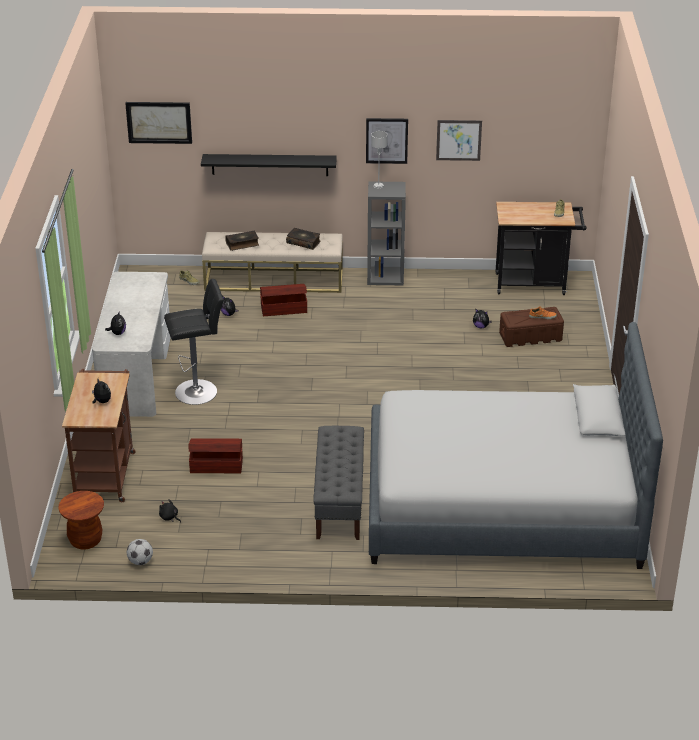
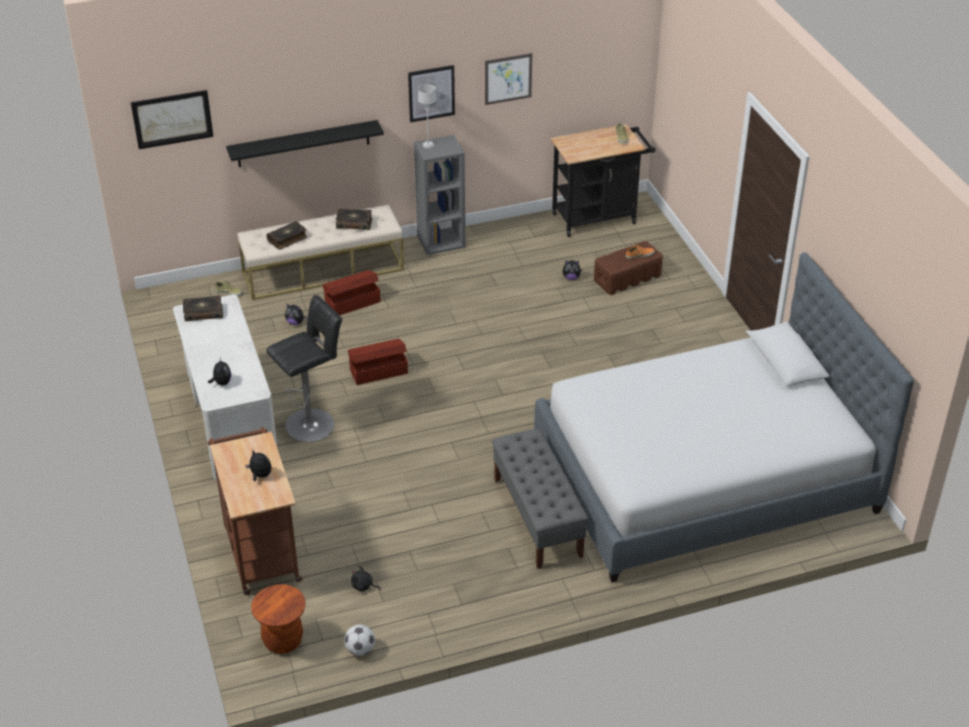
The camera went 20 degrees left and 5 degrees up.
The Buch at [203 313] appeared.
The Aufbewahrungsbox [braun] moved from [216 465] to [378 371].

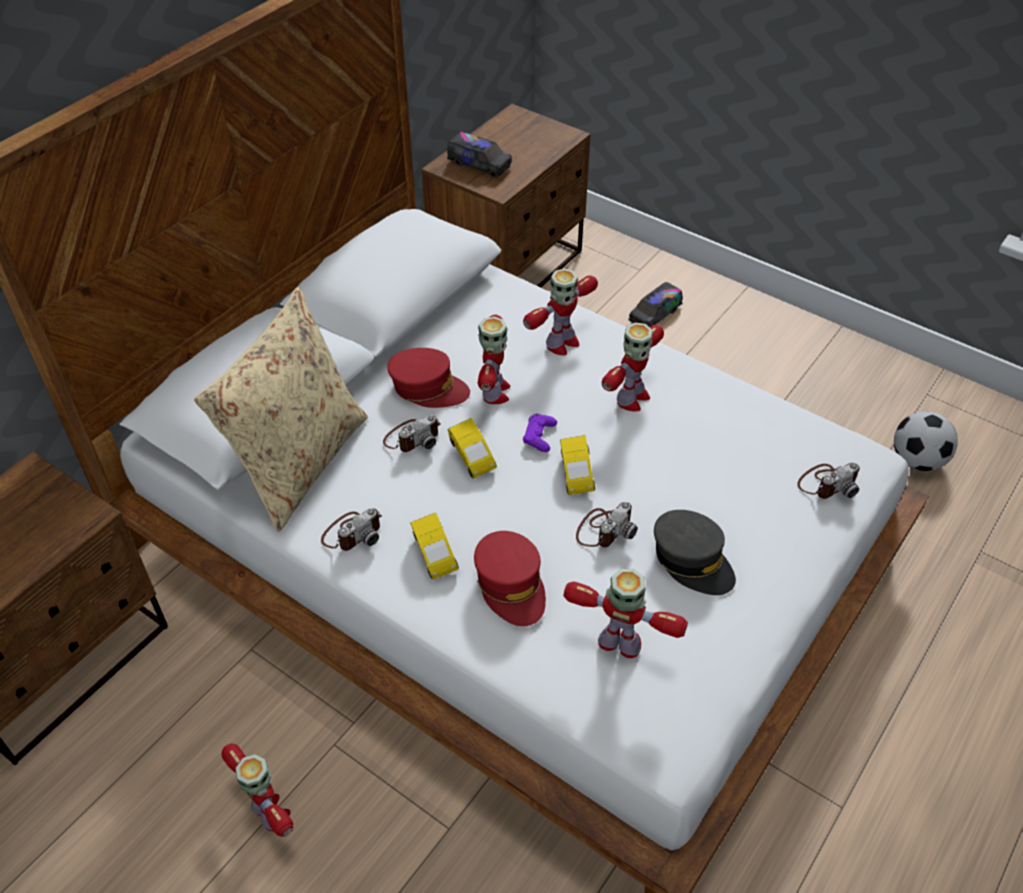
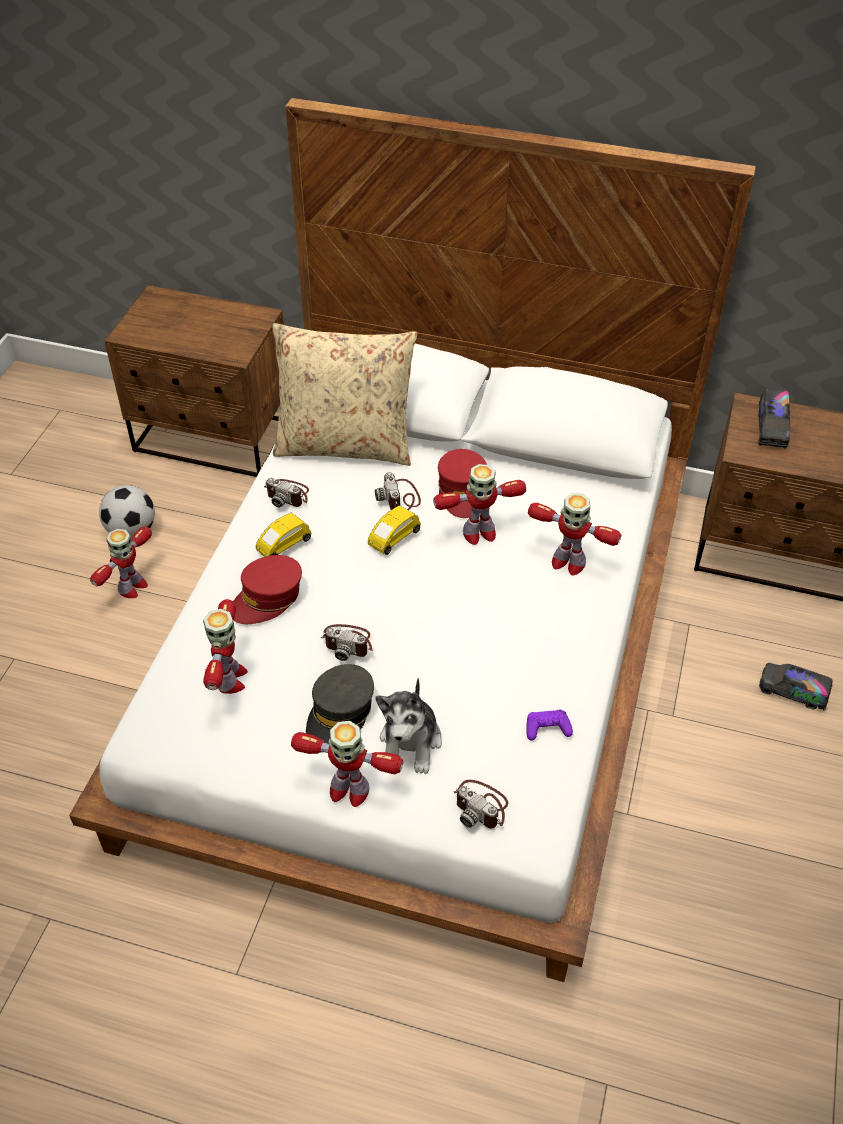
The camera went 70 degrees right and 0 degrees up.
The Spielzeugauto [gelb] at [575 474] disappeared.
The Plüschtier at [411 742] appeared.
The Gamepad [lila] moved from [539 436] to [547 728].
The Spielzeugroboter moved from [631 399] to [348 790].
The Fußball moved from [917 460] to [131 531].
The Kamera at [412 437] turned 45 degrees clockwise.

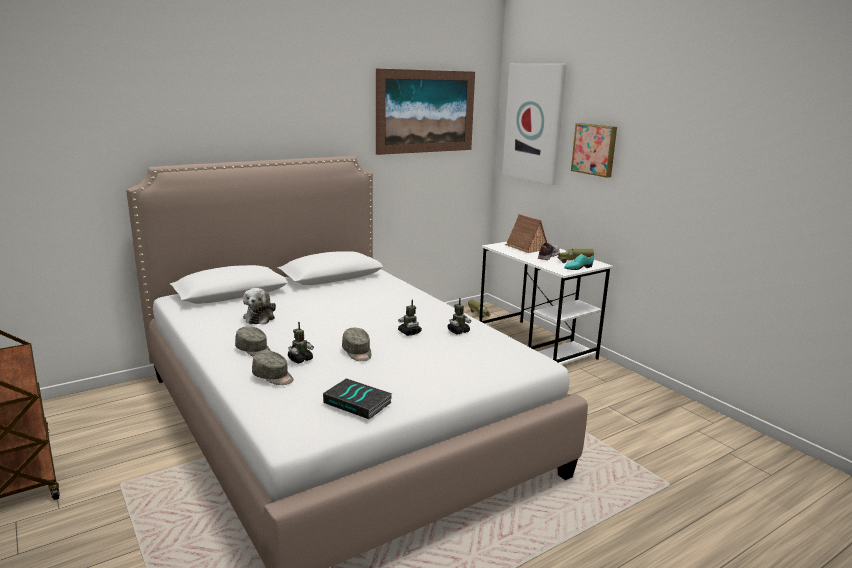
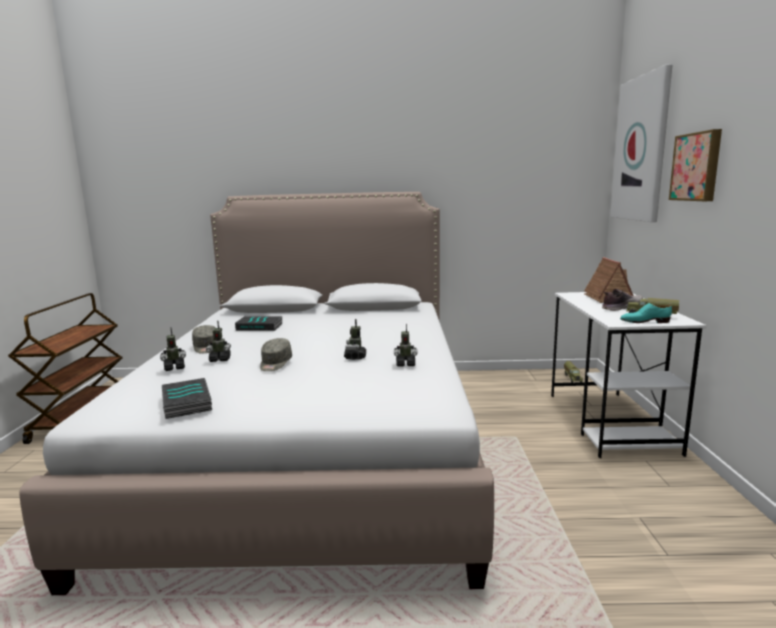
The camera went 35 degrees right and 5 degrees down.
The Bild at [426 111] disappeared.
The Plüschtier at [260 317] was replaced by the Buch at [260 327].
The Kappe [grau] at [273 377] was replaced by the Spielzeugroboter at [174 368].

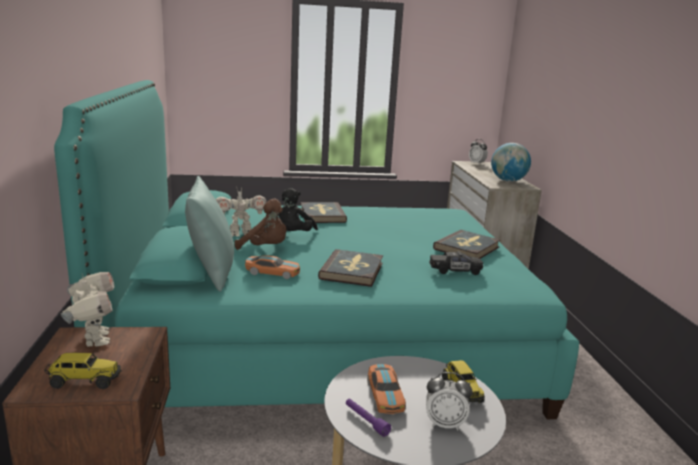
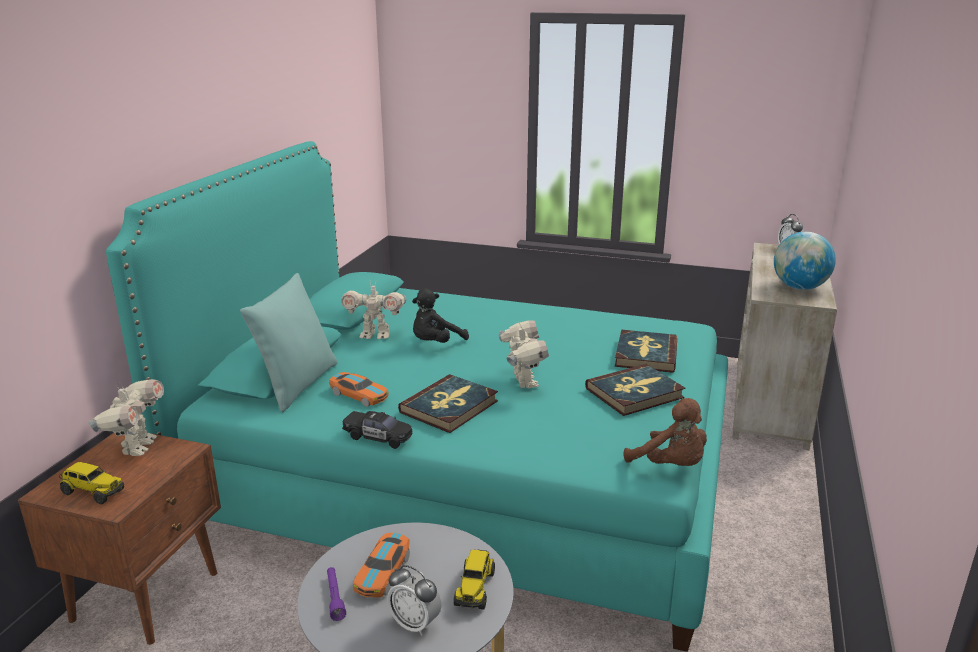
The camera went 25 degrees right and 5 degrees up.
The Spielzeugroboter at [523 382] appeared.
The Plüschtier [braun] moved from [265 248] to [670 465].
The Buch moved from [322 215] to [645 354].
The Spielzeugauto [schwarz] moved from [455 270] to [378 437].

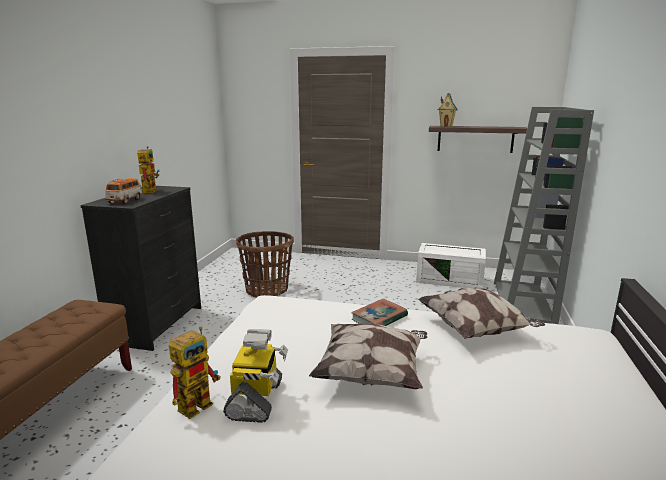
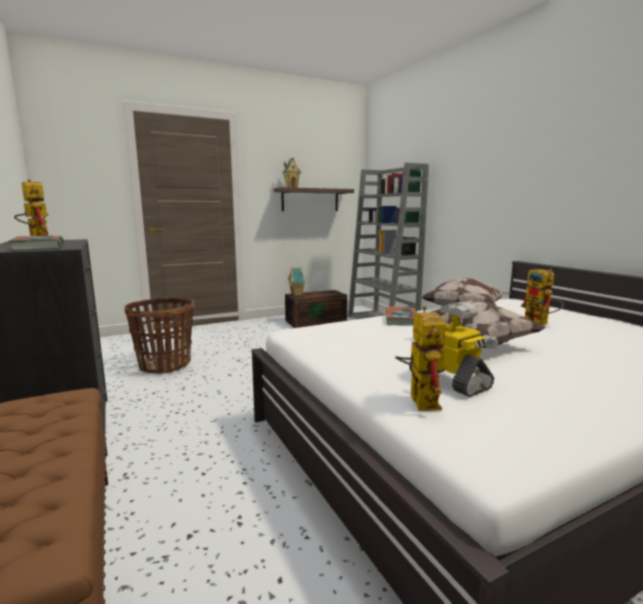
The camera went 40 degrees left and 5 degrees down.
The Spielzeughaus at [297 294] appeared.
The Spielzeugroboter at [540 323] appeared.
The Spielzeugauto at [125 201] was replaced by the Buch at [39 247].
The Aufbewahrungsbox [weiß] at [450 279] became the Aufbewahrungsbox [braun] at [316 321].

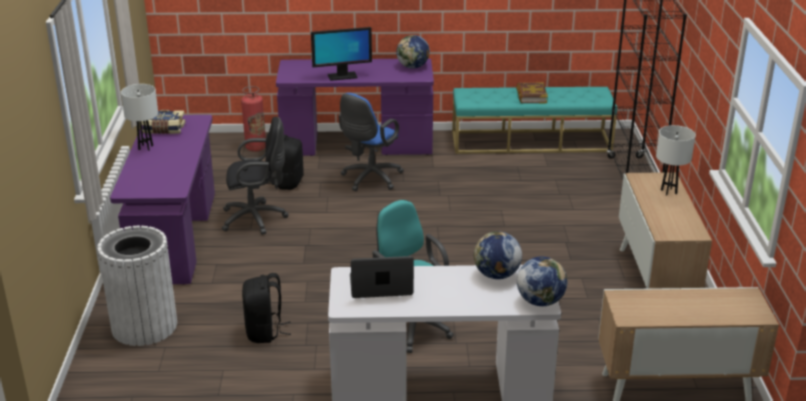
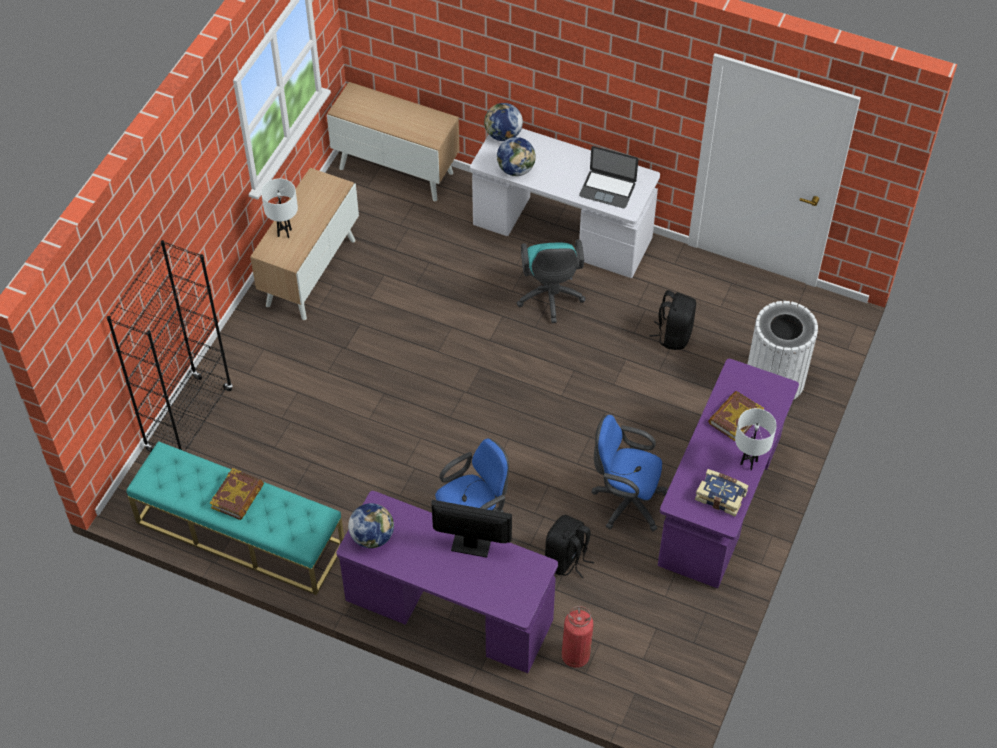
The camera went 155 degrees left and 25 degrees up.
The Buch at [735 418] appeared.
The Bürostuhl [schwarz] at [257 219] became the Bürostuhl [blau] at [625 501].

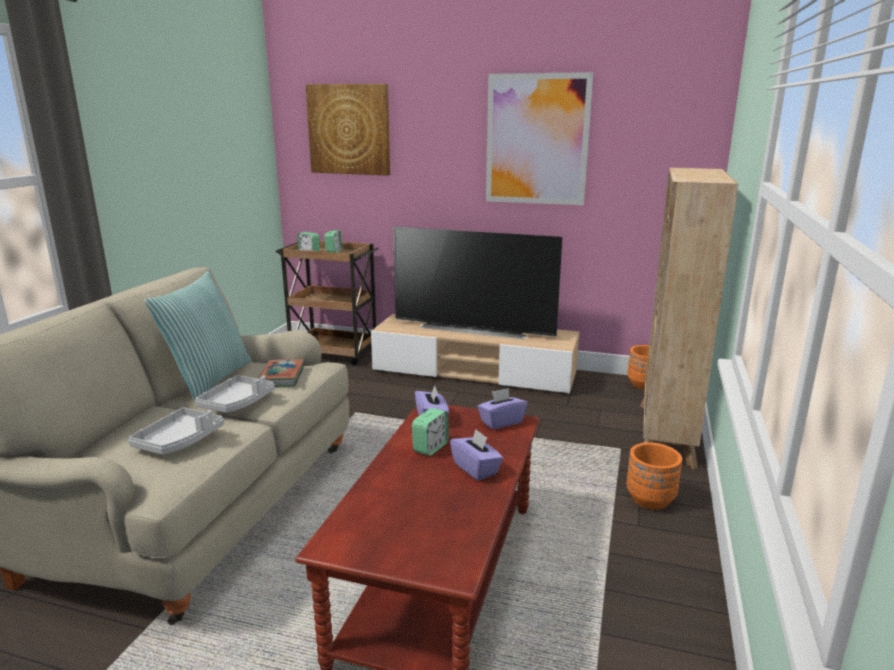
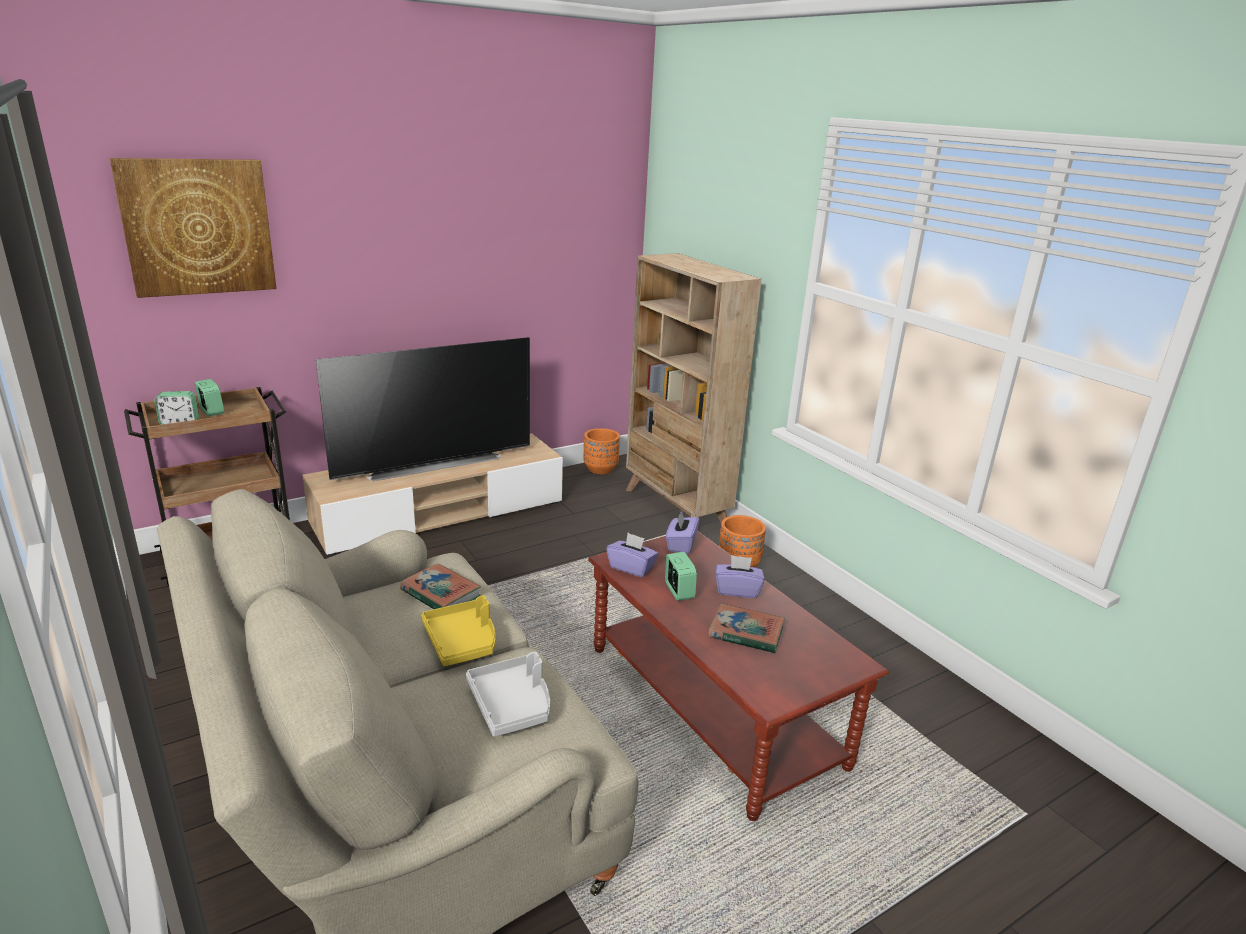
The camera went 50 degrees left and 5 degrees up.
The Kissen at [209 380] disappeared.
The Bild at [537 140] disappeared.
The Buch at [746 632] appeared.
The Tablett [grau] at [237 403] became the Tablett [gelb] at [462 641].

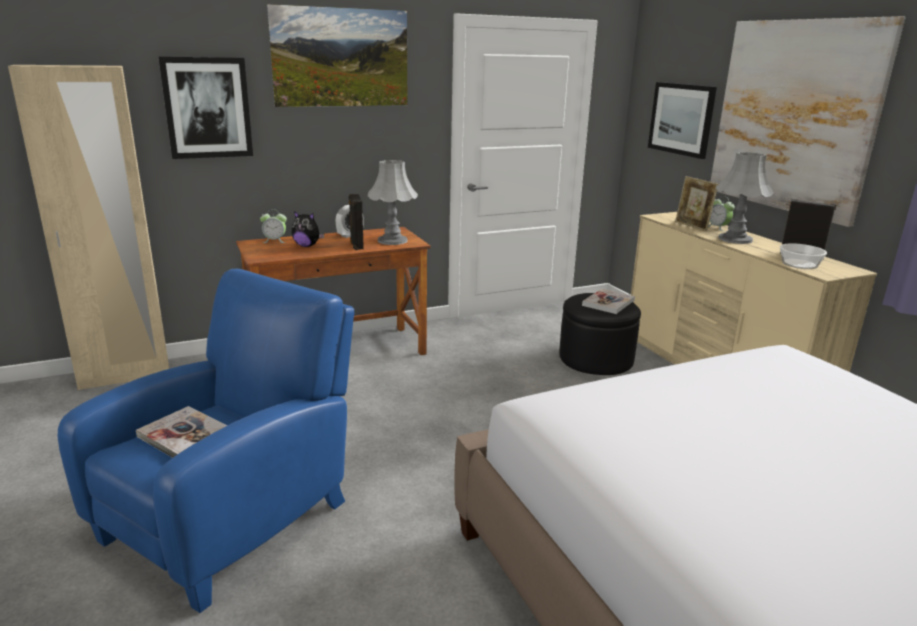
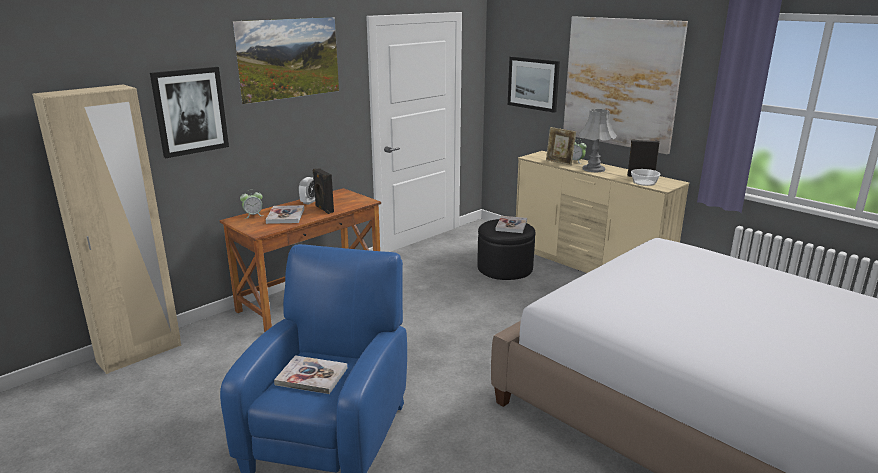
The camera went 20 degrees left and 0 degrees up.
The Tischlampe [grau] at [393 240] disappeared.
The Plüschtier at [307 246] was replaced by the Buch at [285 216].

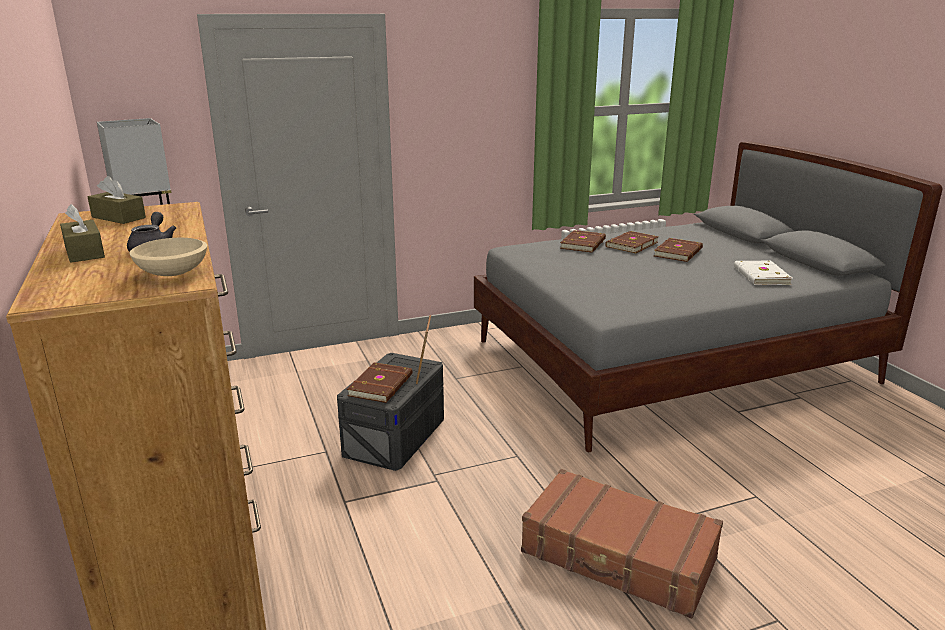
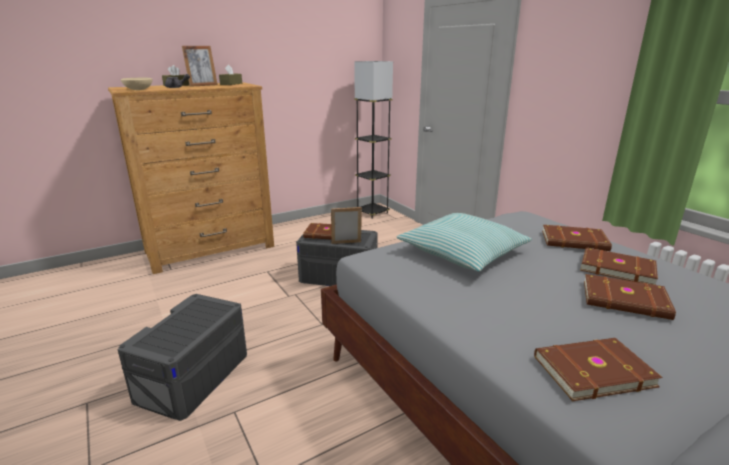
The camera went 80 degrees right and 0 degrees up.
The Bilderrahmen at [202 85] appeared.
The Kissen at [463 252] appeared.
The Koffer [braun] at [618 556] was replaced by the Aufbewahrungsbox [grau] at [194 376].
The Buch [weiß] at [760 276] became the Buch [braun] at [591 370].

